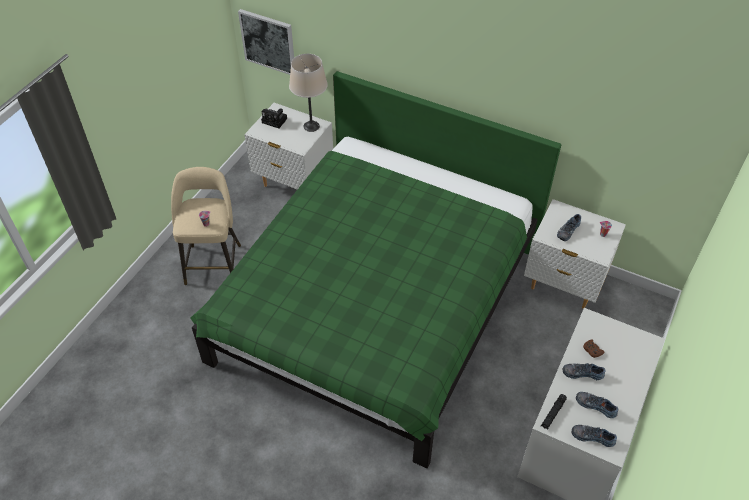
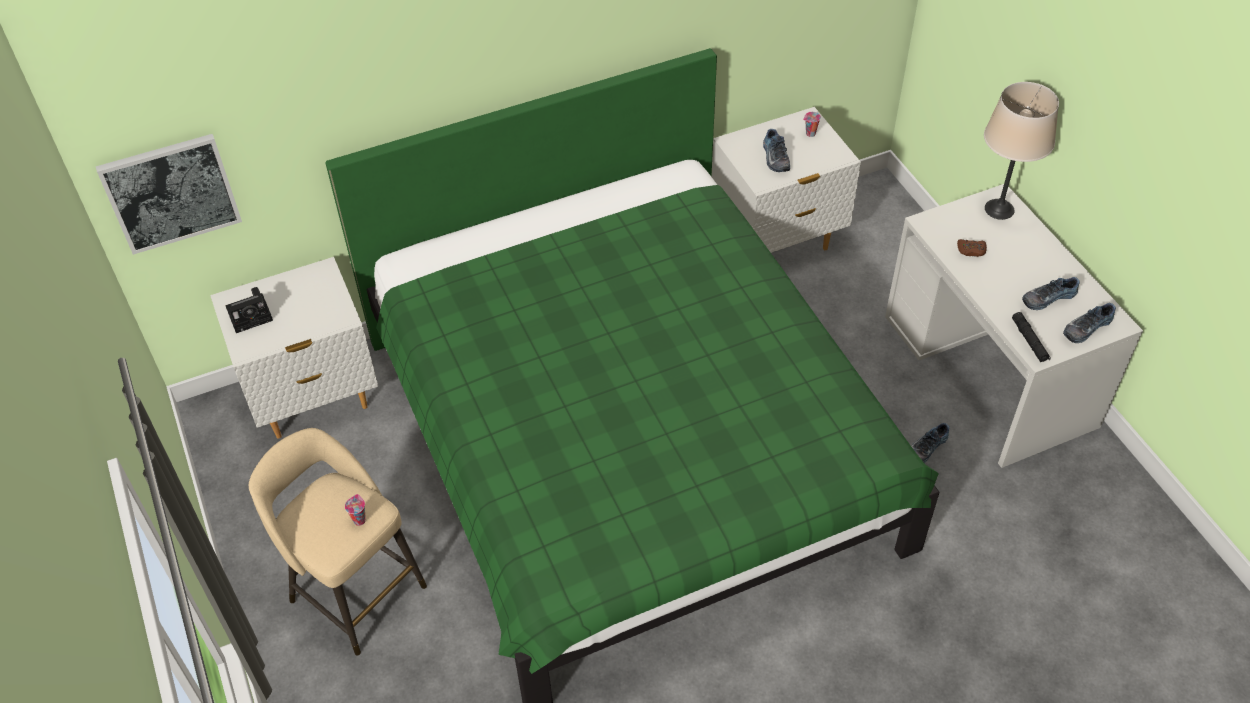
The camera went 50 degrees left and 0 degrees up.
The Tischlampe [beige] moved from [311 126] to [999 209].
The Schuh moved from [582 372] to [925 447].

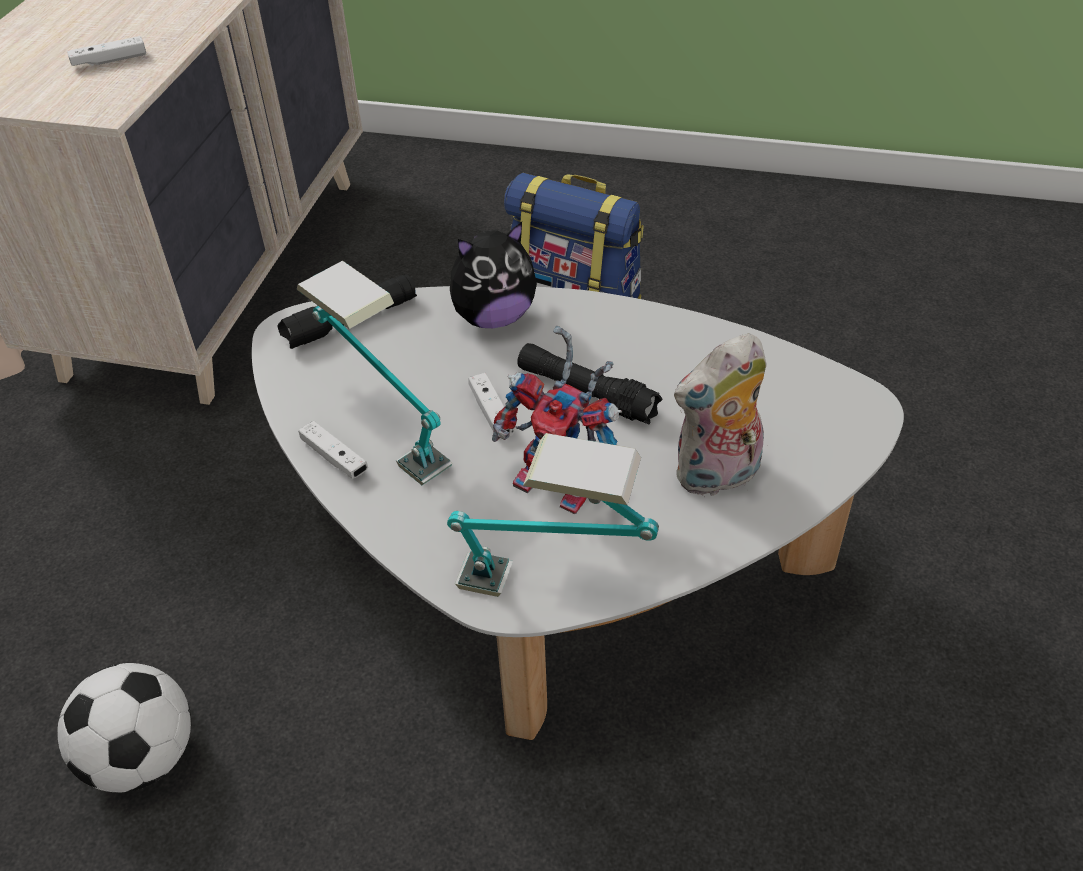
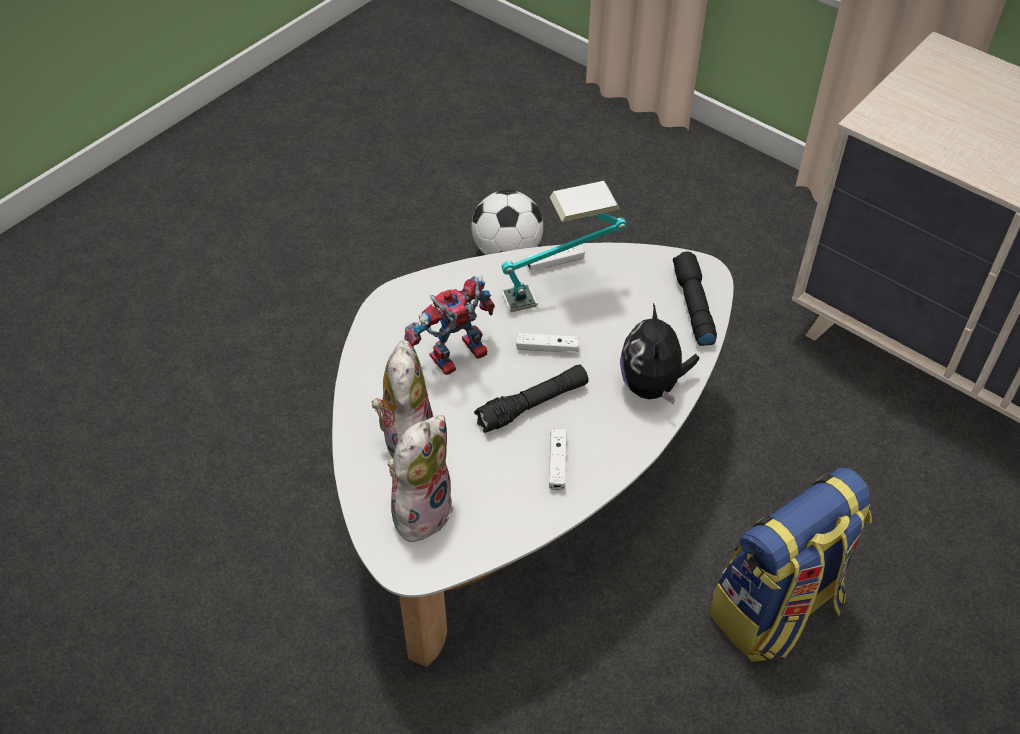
The camera went 115 degrees right and 5 degrees up.
The Tischlampe at [552 590] disappeared.
The Plüschtier at [421 509] appeared.
The Gamepad [weiß] moved from [110 61] to [557 463].

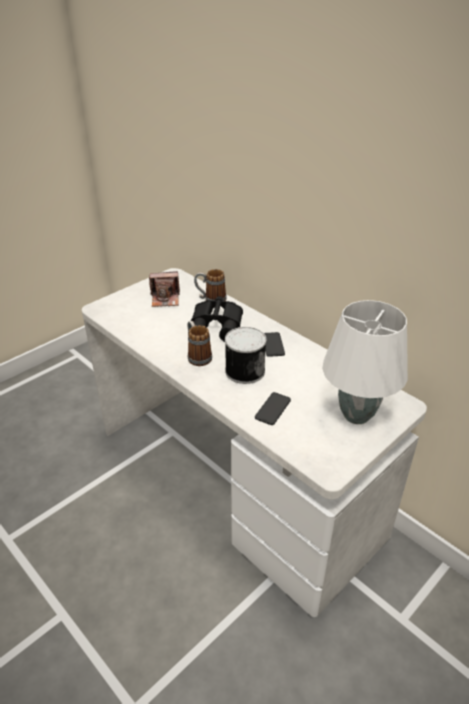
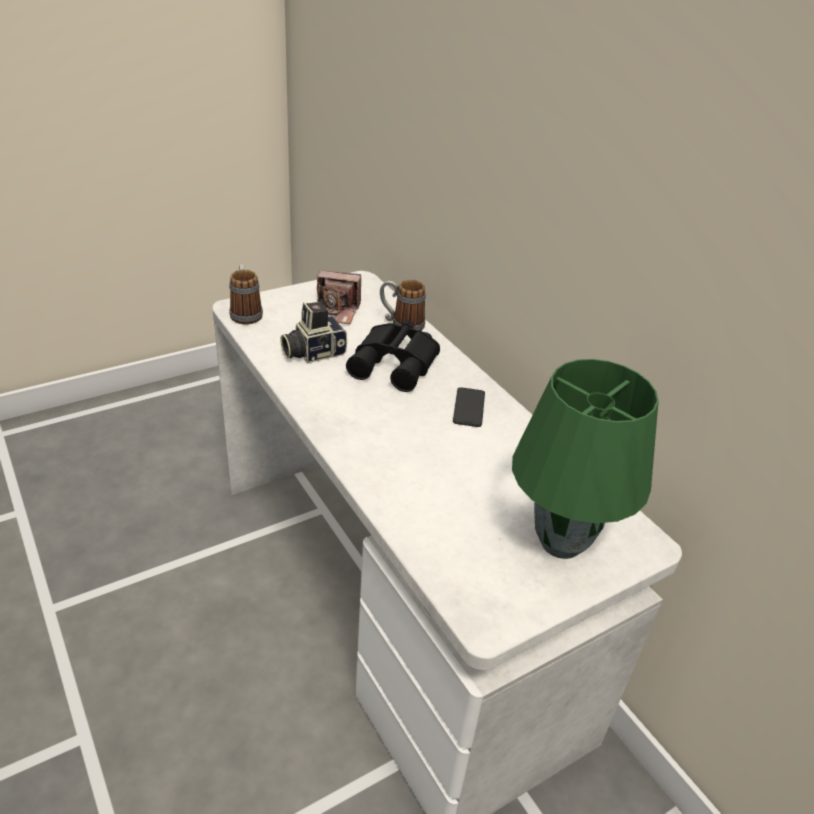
The camera went 10 degrees right and 0 degrees up.
The Dose at [244 370] disappeared.
The Handy at [273 409] disappeared.
The Kamera at [312 352] appeared.
The Henkelbecher moved from [197 356] to [245 312].
The Tischlampe [weiß] at [357 414] became the Tischlampe [grün] at [562 542].

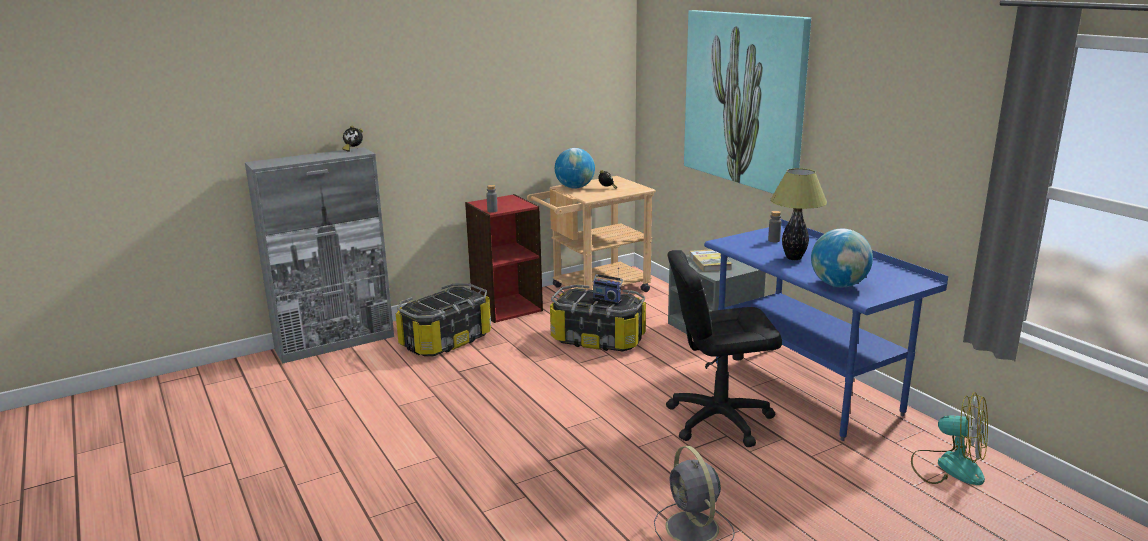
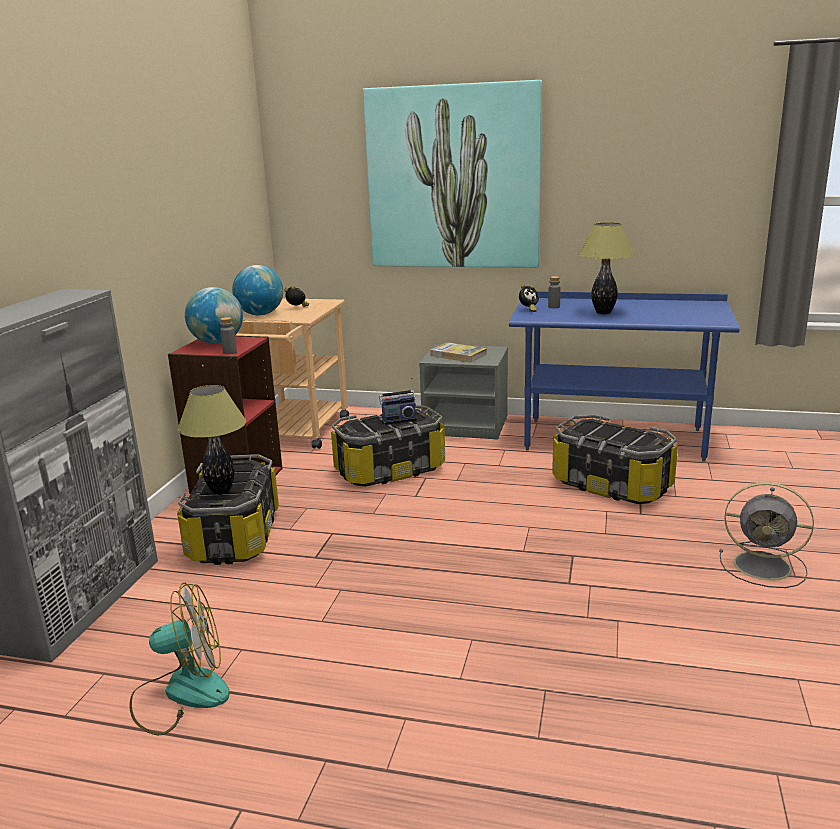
The camera went 45 degrees left and 0 degrees up.
The Tischlampe at [220 491] appeared.
The Wecker moved from [353 149] to [528 310].
The Globus moved from [838 285] to [217 342].
The Ventilator moved from [948 466] to [181 693].
The Bürostuhl [schwarz] at [718 420] was replaced by the Aufbewahrungsbox at [611 485].

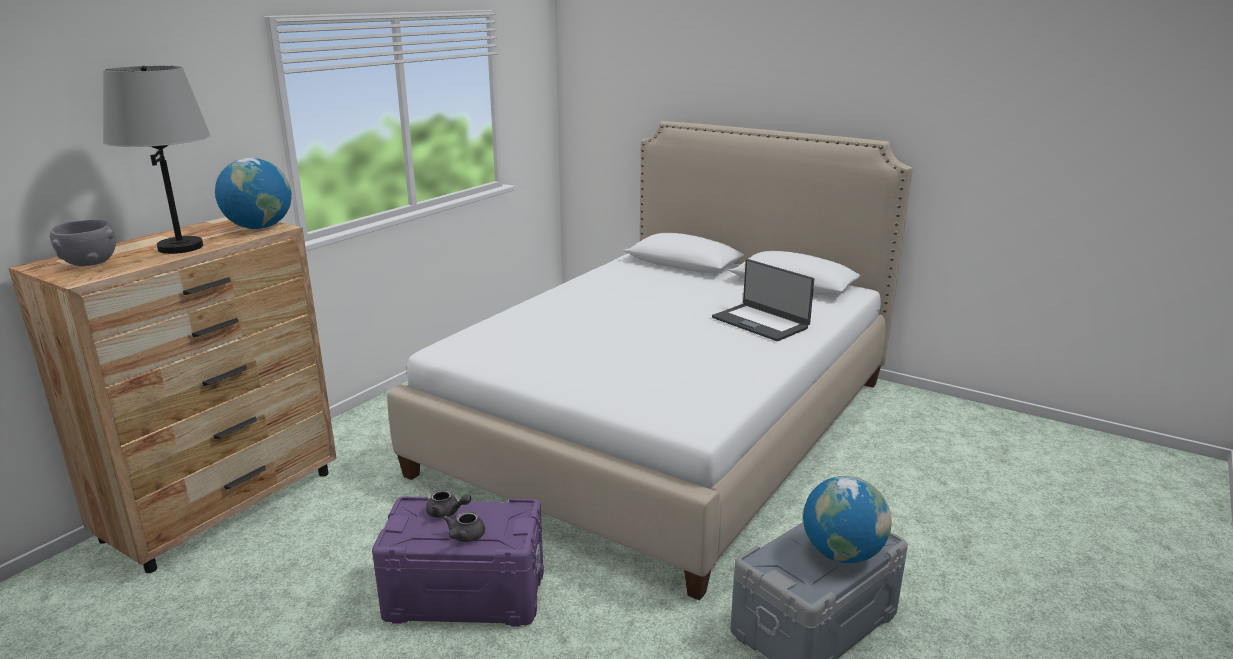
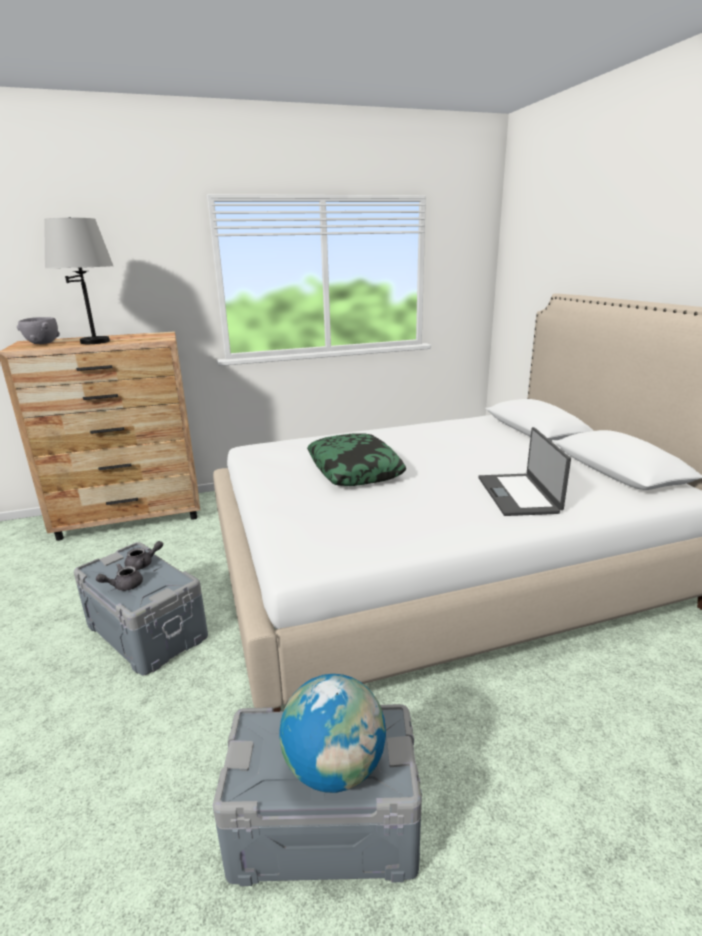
The camera went 40 degrees right and 0 degrees up.
The Globus at [259 227] disappeared.
The Kissen at [355 470] appeared.
The Aufbewahrungsbox [lila] at [465 595] became the Aufbewahrungsbox [grau] at [145 632].
The Teekanne [grau] at [447 512] turned 90 degrees counterclockwise.

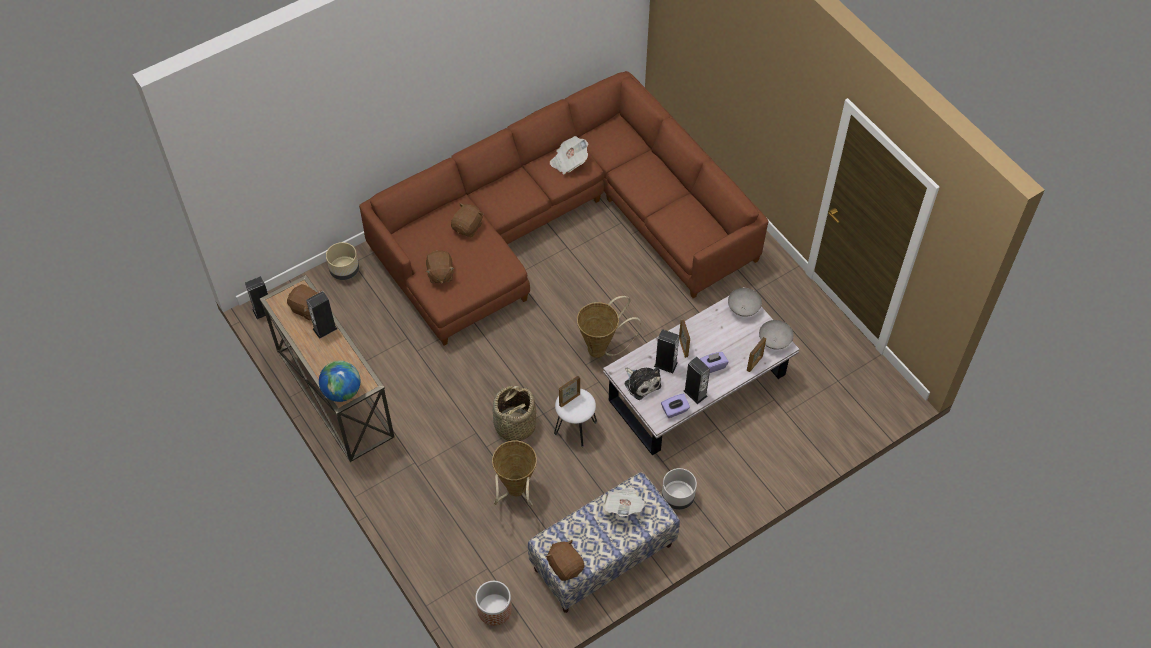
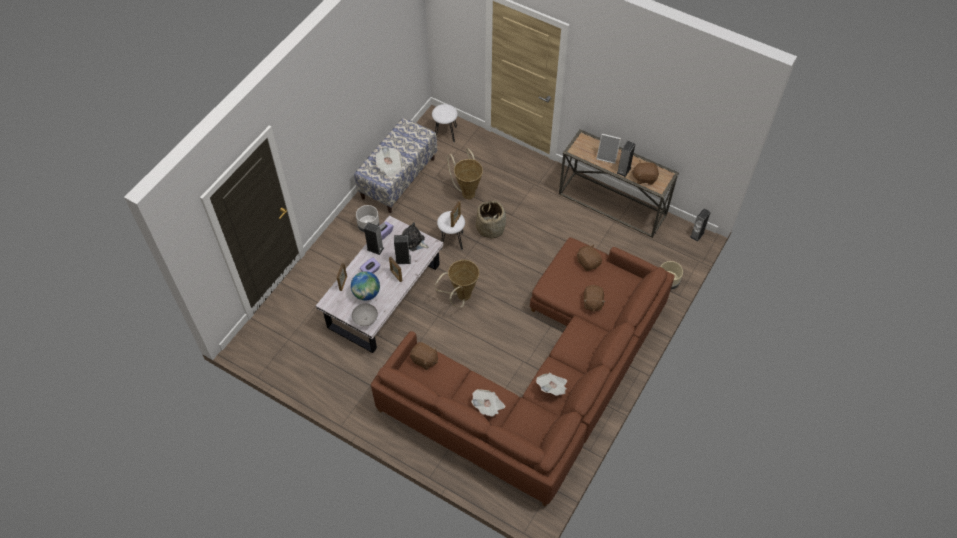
The camera went 155 degrees right and 0 degrees up.
The Schüssel [grau] at [774 340] disappeared.
The Zeitung at [488 406] appeared.
The Bilderrahmen at [607 156] appeared.
The Globus moved from [342 391] to [366 293].
The Plüschtier [braun] moved from [565 566] to [424 360].
The Pflanzkübel at [494 609] was replaced by the Hocker [weiß] at [445 133].

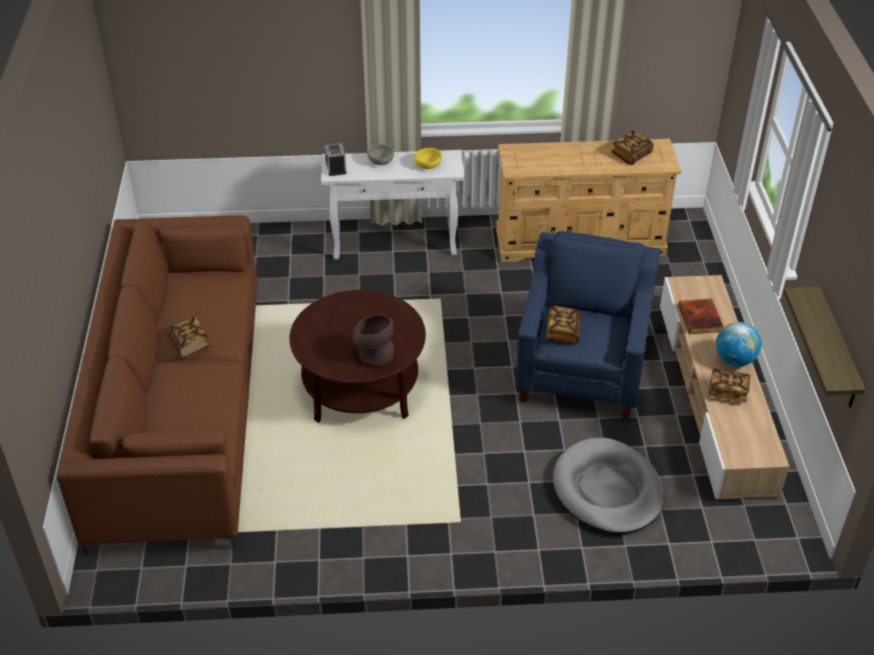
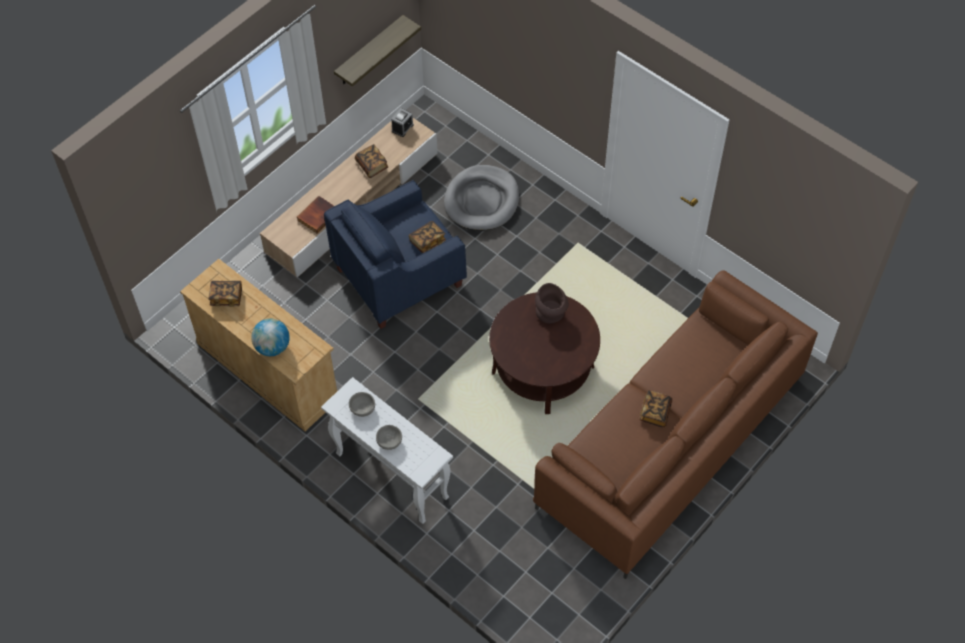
The camera went 135 degrees left and 15 degrees up.
The Wecker moved from [336 168] to [402 128].
The Globus moved from [734 360] to [272 347].
The Schüssel [gelb] at [428 166] became the Schüssel [grau] at [362 408].

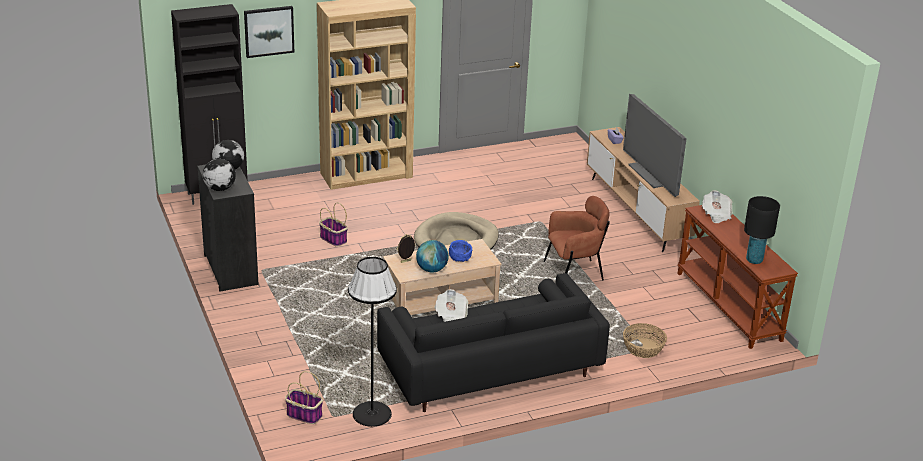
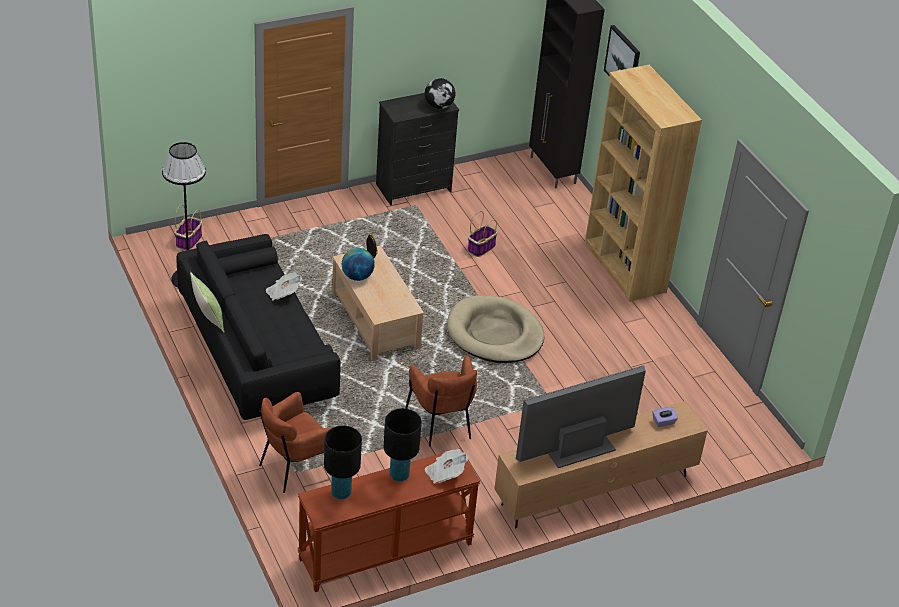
The camera went 85 degrees right and 10 degrees up.
The Globus at [219 189] disappeared.
The Schüssel [blau] at [460 258] disappeared.
The Kissen at [208 319] appeared.
The Tischlampe [schwarz] at [399 475] appeared.
The Korb at [643 348] was replaced by the Sessel [braun] at [295 467].

